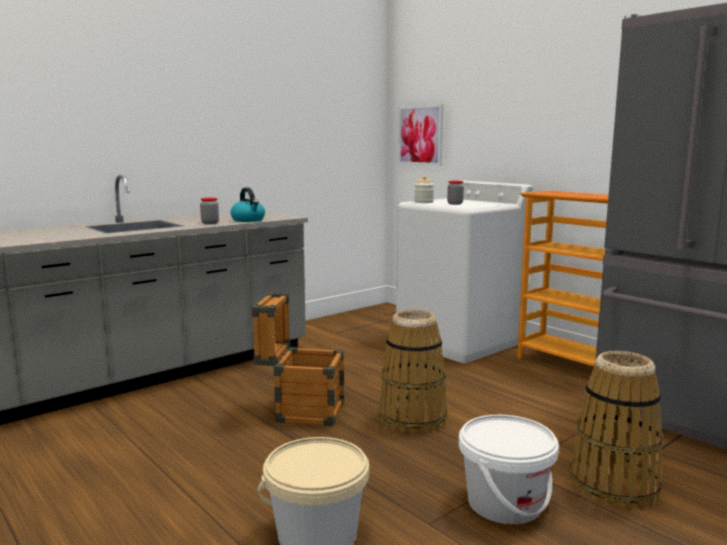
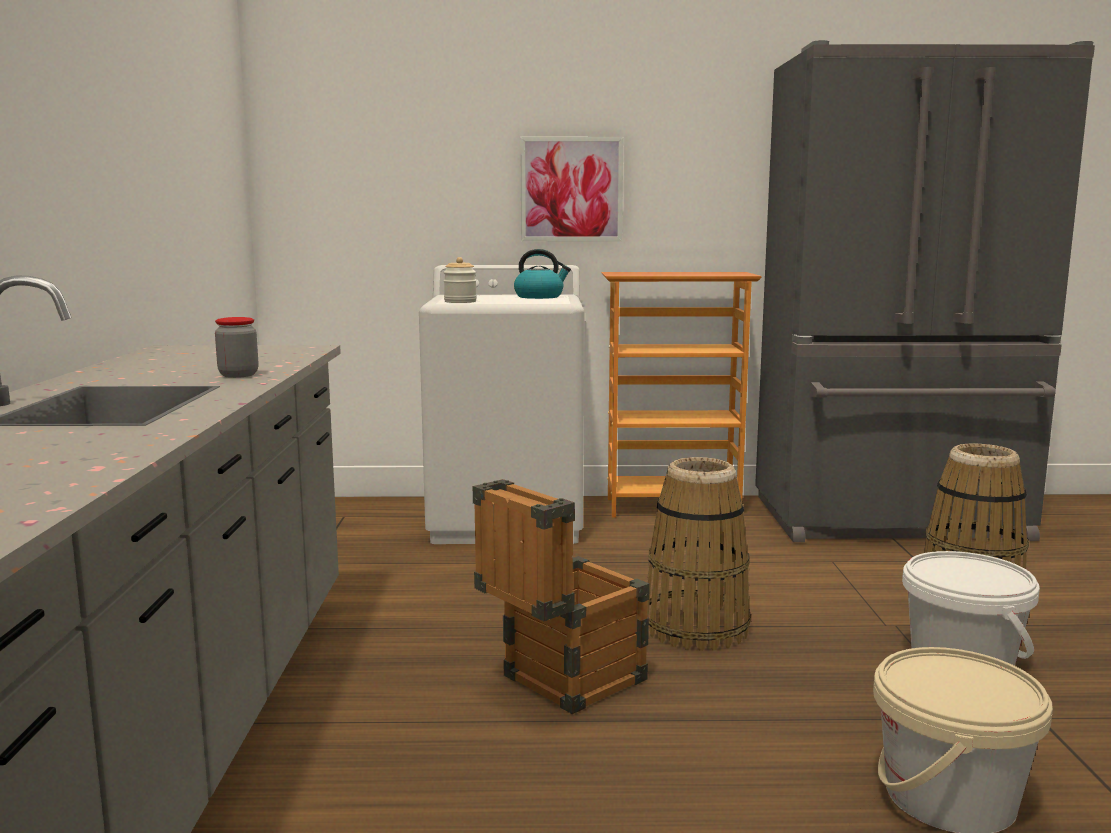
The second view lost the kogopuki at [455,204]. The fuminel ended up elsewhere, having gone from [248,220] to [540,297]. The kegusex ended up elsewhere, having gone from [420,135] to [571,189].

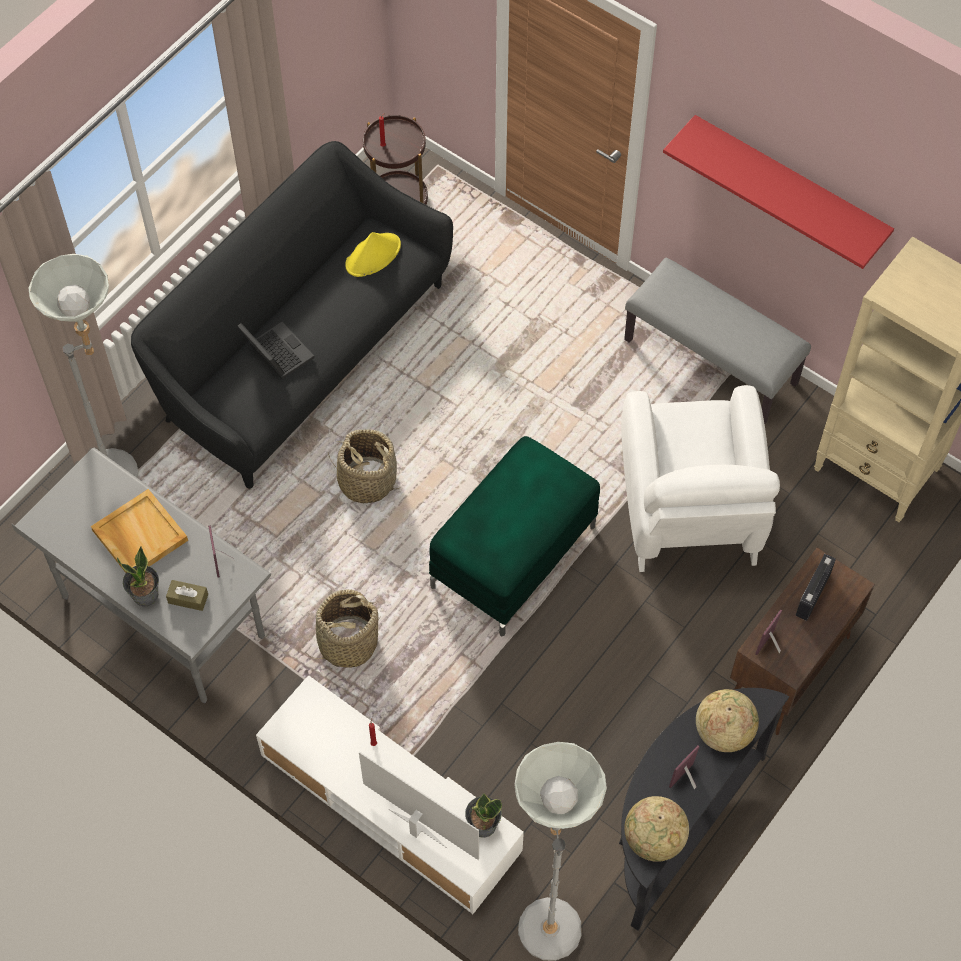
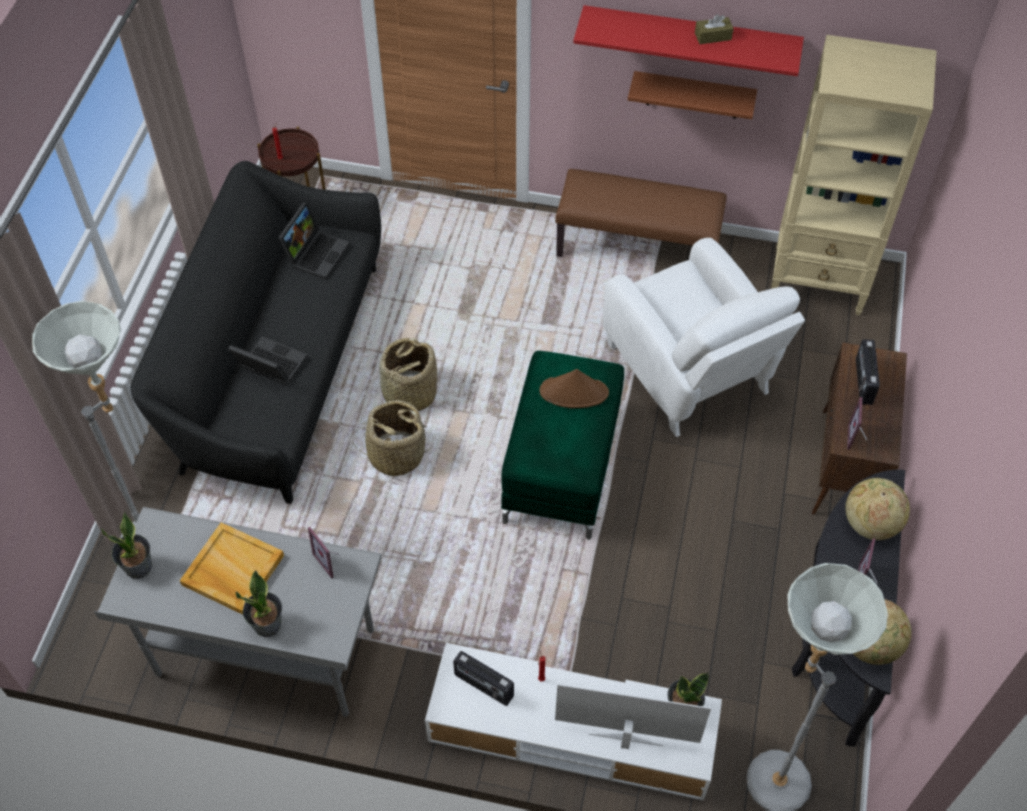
The second view gained the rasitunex at [139,567]. The second view gained the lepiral at [483,686]. The second view gained the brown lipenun at [574,392]. The second view gained the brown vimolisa at [693,95]. The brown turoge ended up elsewhere, having gone from [188,598] to [713,36]. The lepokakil ended up elsewhere, having gone from [347,642] to [409,393]. Where the yellow lipenun stood at [373,255], the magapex came to stand at [316,252]. What was the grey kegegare at [712,361] turned into the brown kegegare at [637,247].

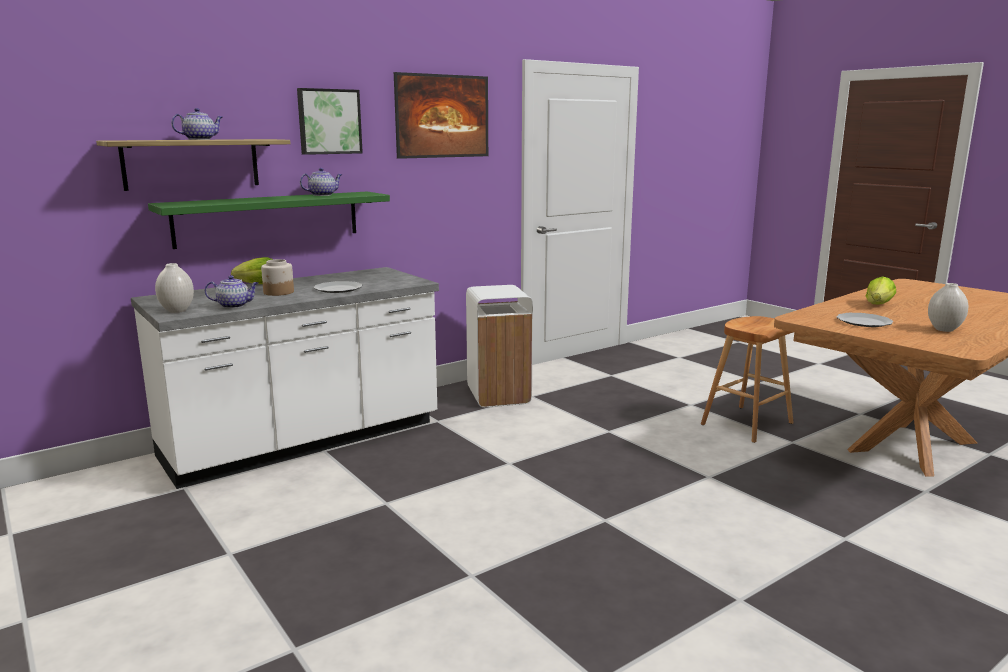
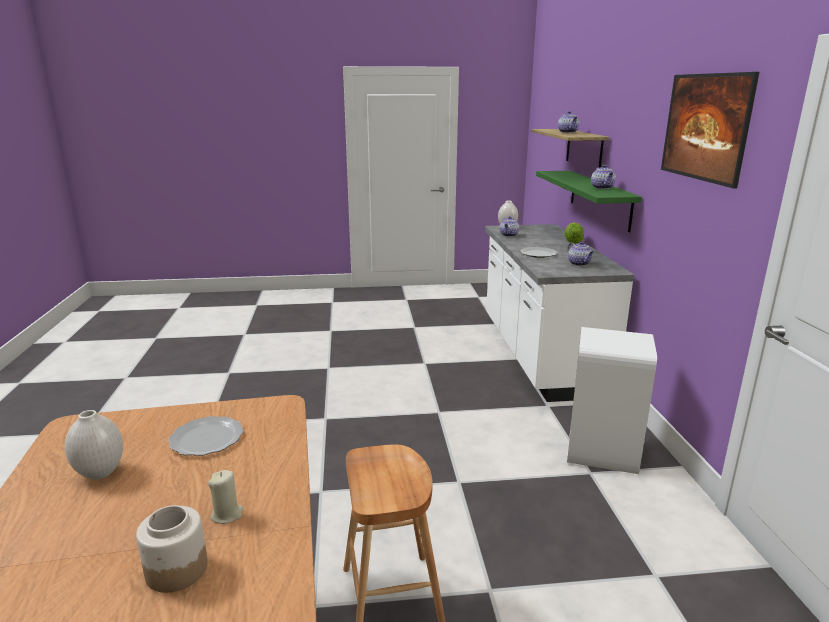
The second view lost the kegusex at [329,121]. The second view gained the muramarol at [579,264]. The kogopuki ended up elsewhere, having gone from [278,292] to [176,569]. Where the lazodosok stood at [878,305], the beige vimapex came to stand at [227,514].

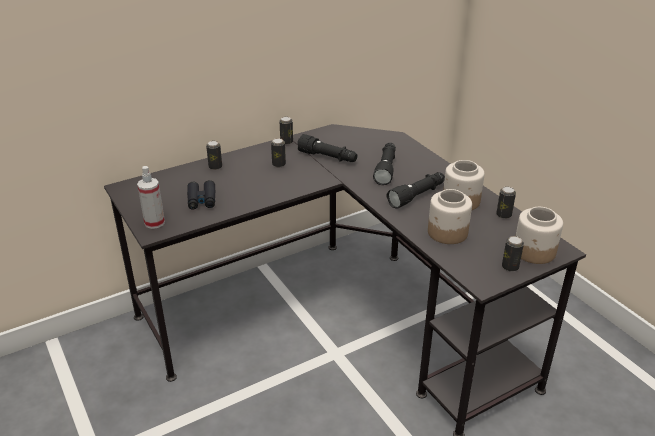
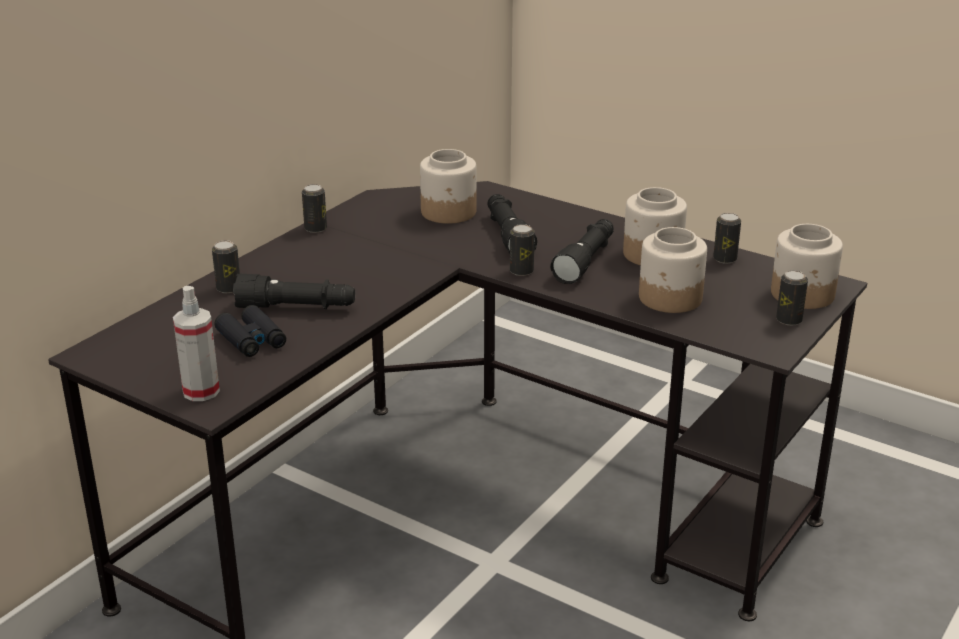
The second view gained the kogopuki at [449,212]. The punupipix ended up elsewhere, having gone from [279,164] to [521,271]. The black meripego ended up elsewhere, having gone from [328,157] to [296,308].

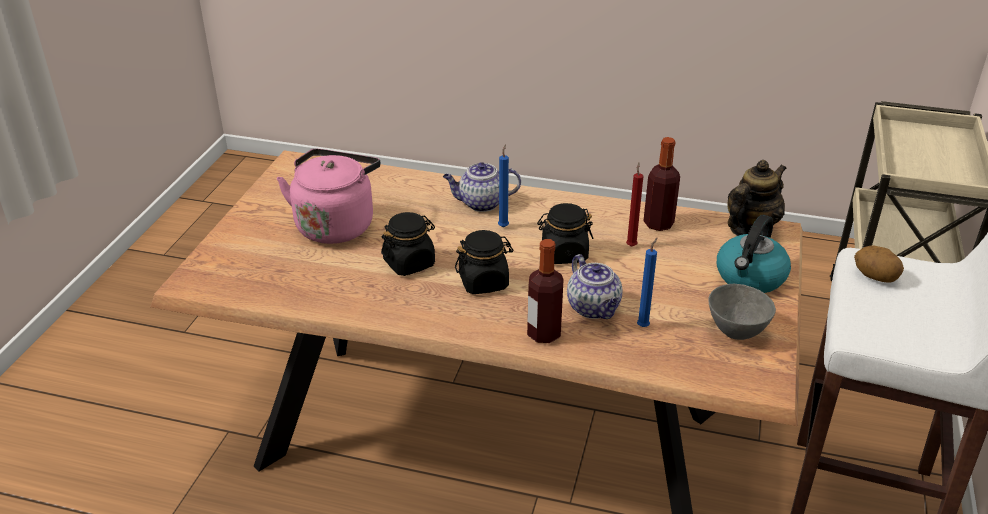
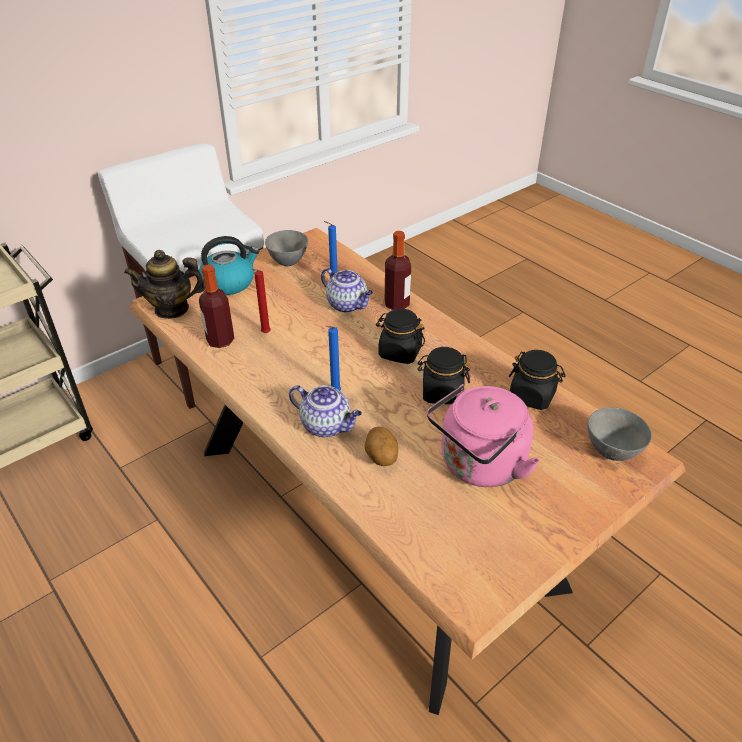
The second view gained the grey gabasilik at [612,452]. The black kogopuki ended up elsewhere, having gone from [564,254] to [532,396]. The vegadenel ended up elsewhere, having gone from [875,277] to [381,458]. The muramarol at [594,308] ended up facing another way, 120 degrees clockwise from before.

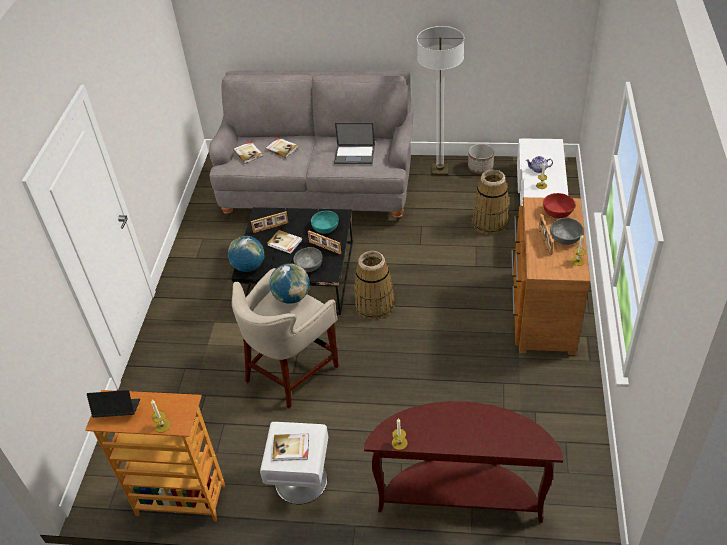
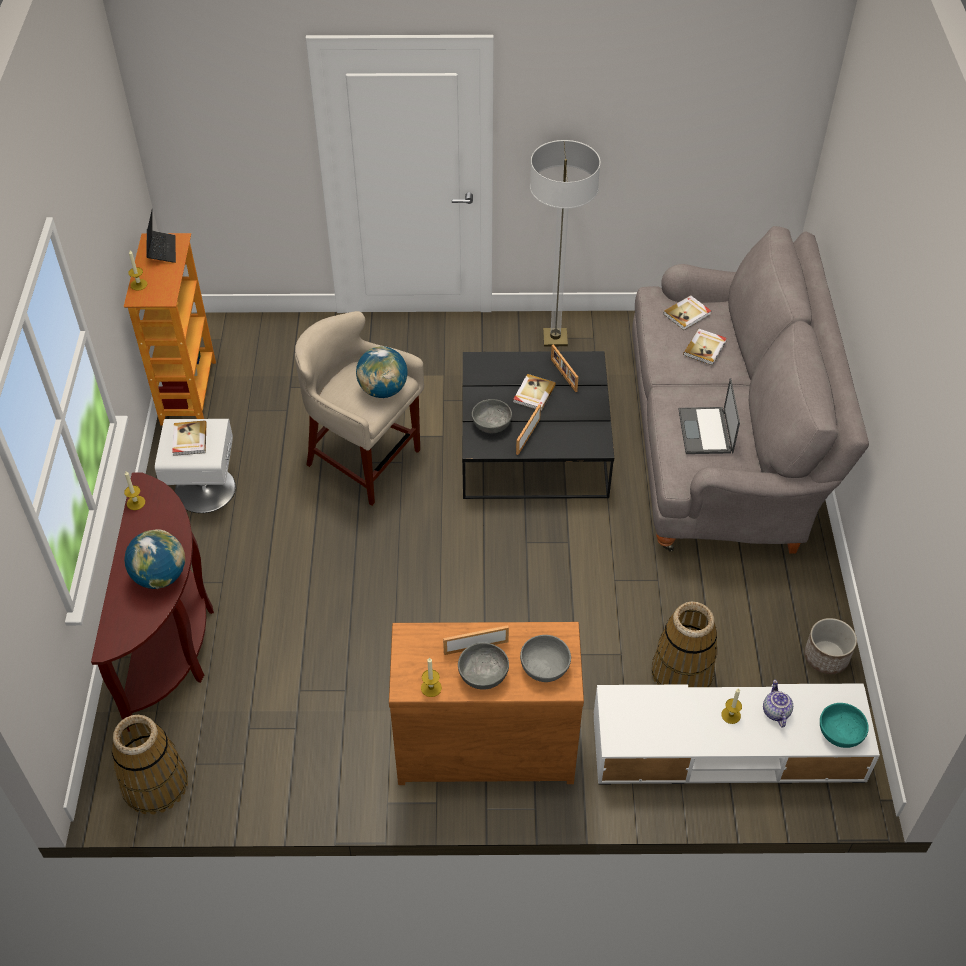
The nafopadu ended up elsewhere, having gone from [249,267] to [160,576]. The turquoise gabasilik ended up elsewhere, having gone from [325,228] to [840,732]. The lepokakil ended up elsewhere, having gone from [374,305] to [155,784]. The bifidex ended up elsewhere, having gone from [440,170] to [555,338]. What was the red gabasilik at [557,212] turned into the grey gabasilik at [545,666].

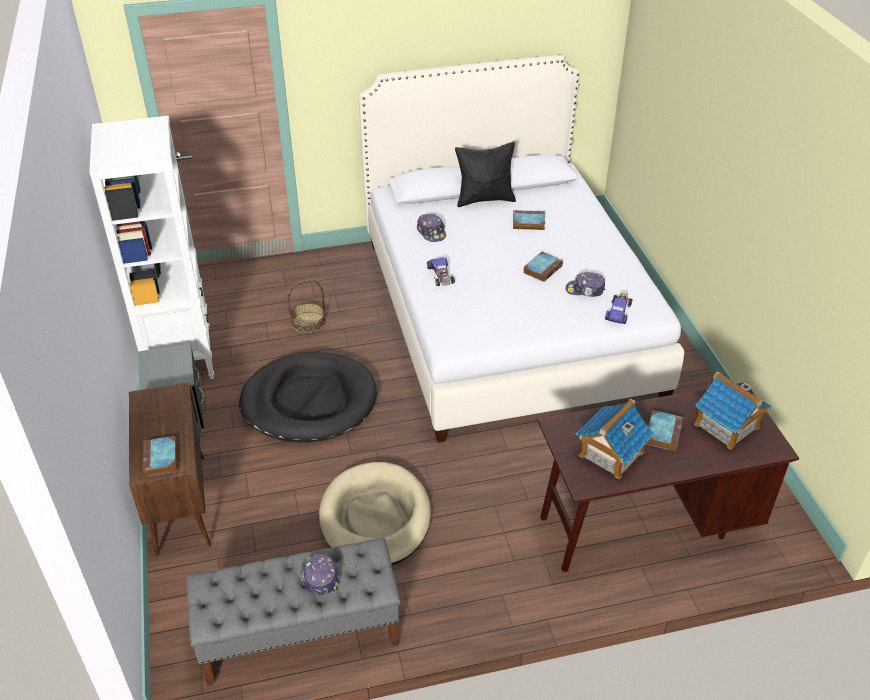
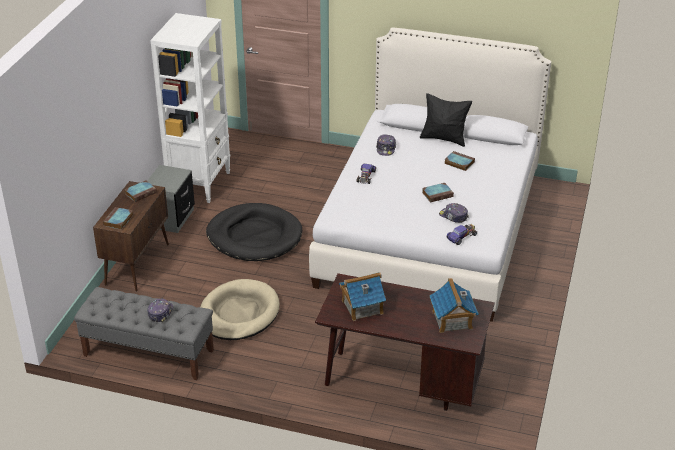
The second view lost the lepokakil at [308,322]. The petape ended up elsewhere, having gone from [663,432] to [141,193].

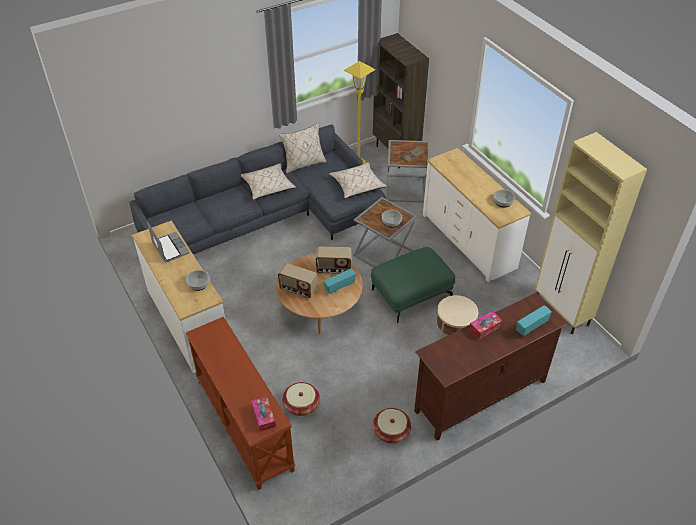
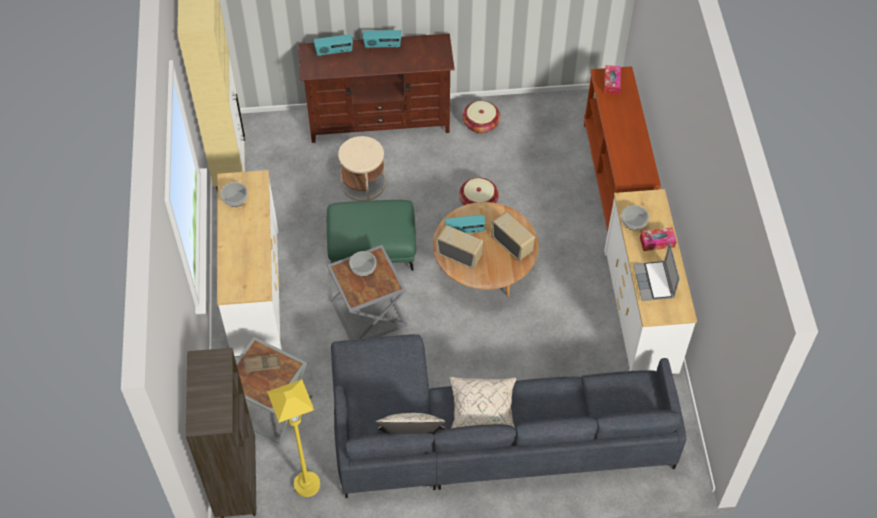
The second view lost the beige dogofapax at [357,185]. The second view gained the lepiral at [382,46]. The lepokakil ended up elsewhere, having gone from [301,405] to [478,201]. The turoge ended up elsewhere, having gone from [485,328] to [657,242].

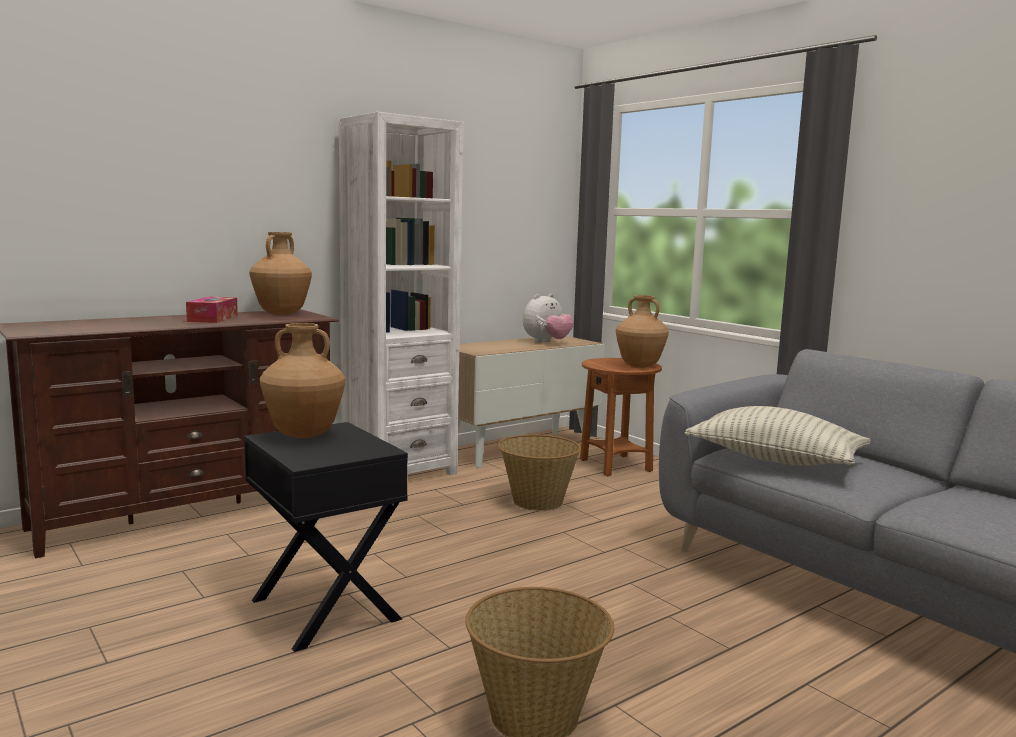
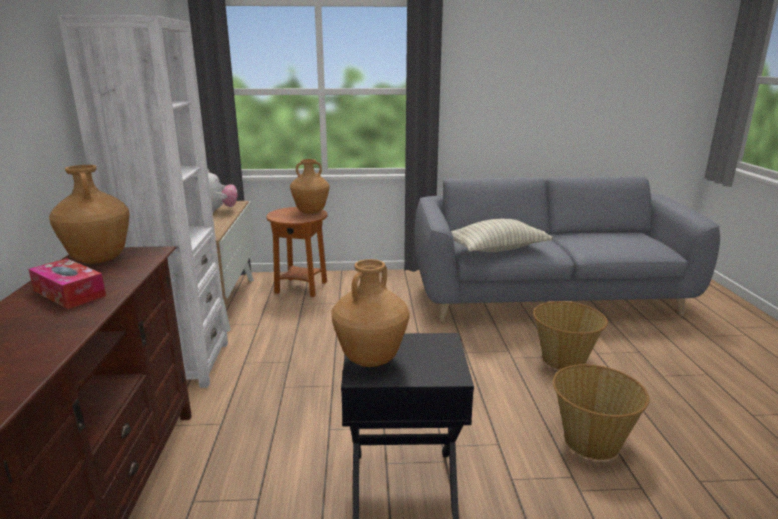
The lepokakil ended up elsewhere, having gone from [536,502] to [564,360].

